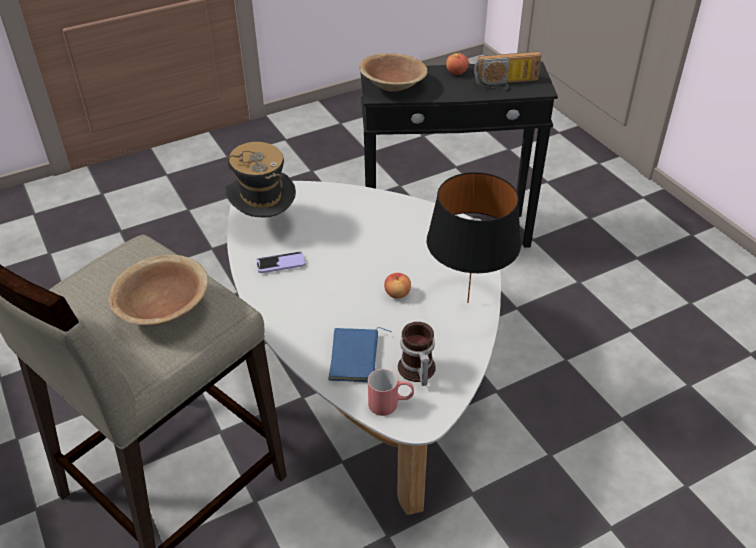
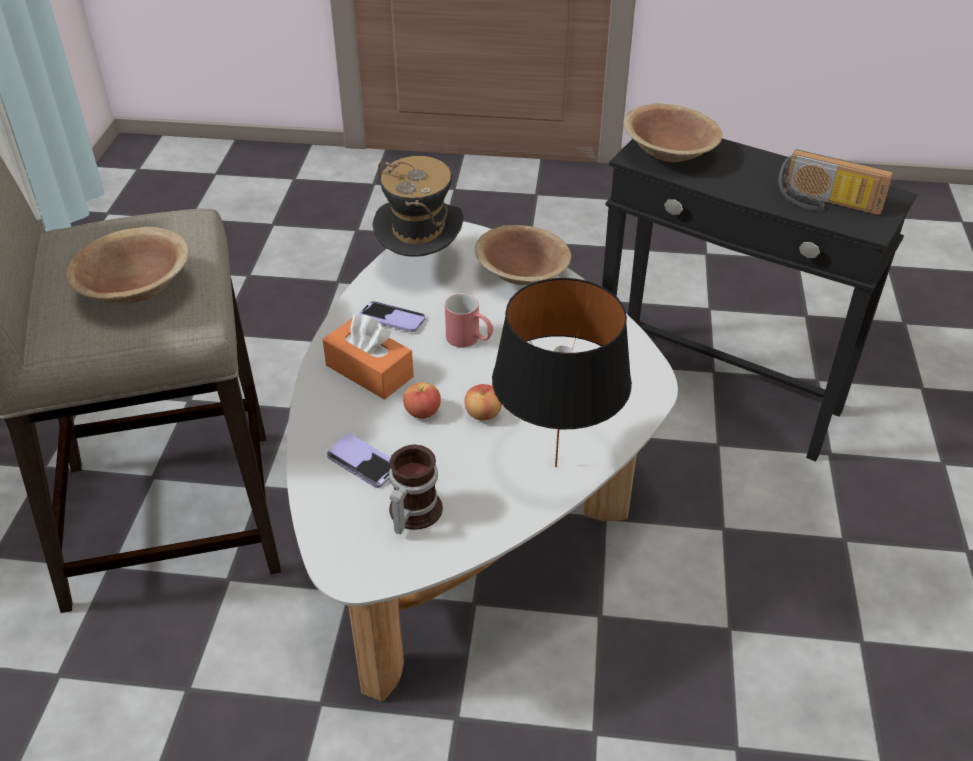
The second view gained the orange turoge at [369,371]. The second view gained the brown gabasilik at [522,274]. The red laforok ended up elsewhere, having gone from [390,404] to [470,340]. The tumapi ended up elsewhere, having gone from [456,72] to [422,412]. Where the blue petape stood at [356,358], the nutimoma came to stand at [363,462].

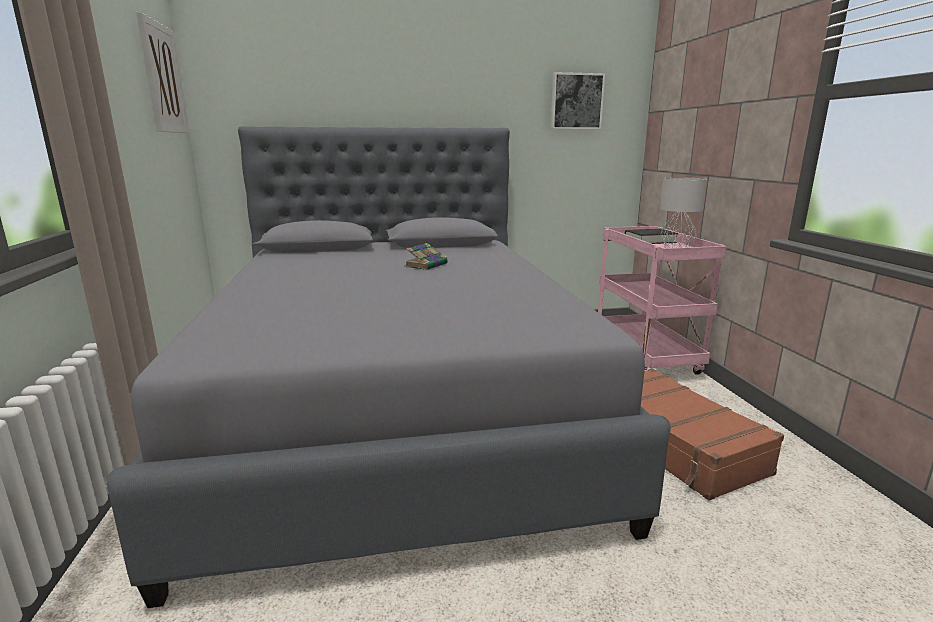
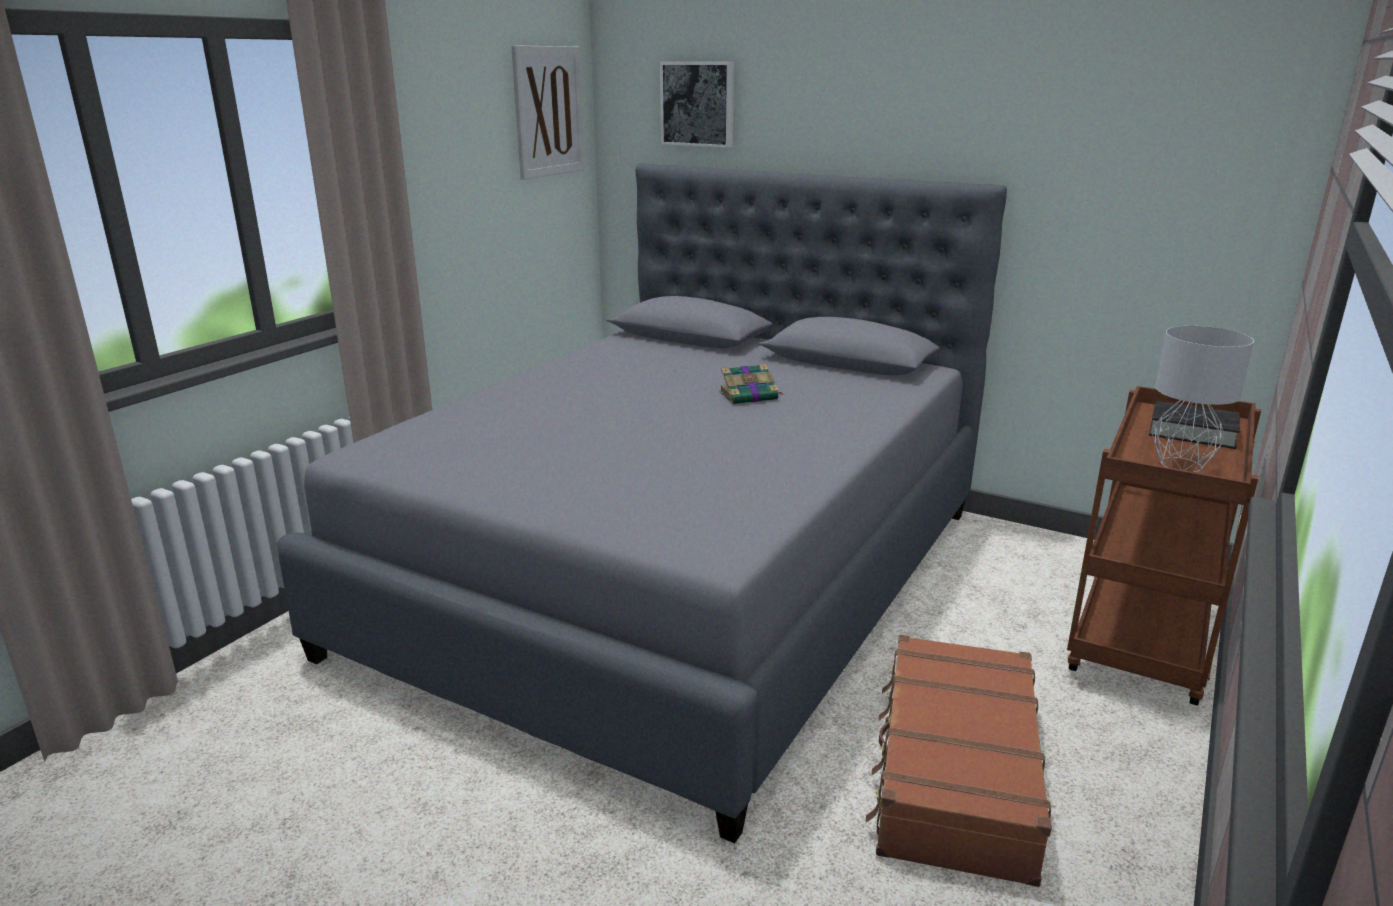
The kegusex ended up elsewhere, having gone from [576,101] to [698,104]. What was the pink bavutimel at [647,358] turned into the brown bavutimel at [1142,643].

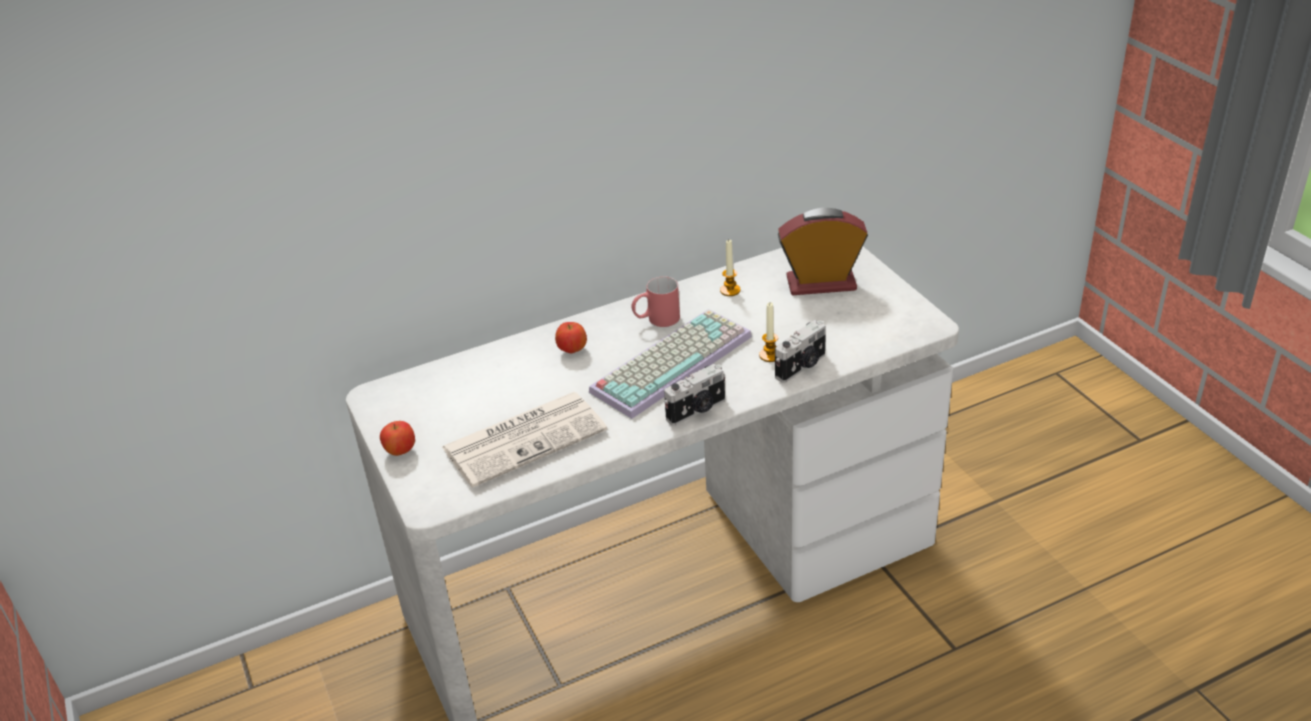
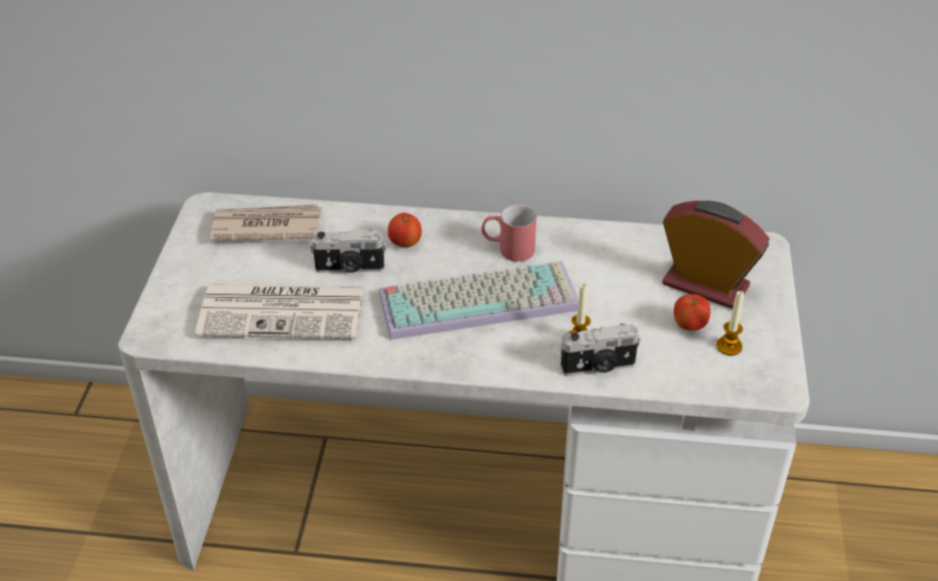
The second view gained the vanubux at [265,227]. The tumapi ended up elsewhere, having gone from [400,451] to [689,326]. The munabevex ended up elsewhere, having gone from [697,410] to [350,268]. The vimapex ended up elsewhere, having gone from [730,290] to [729,346].

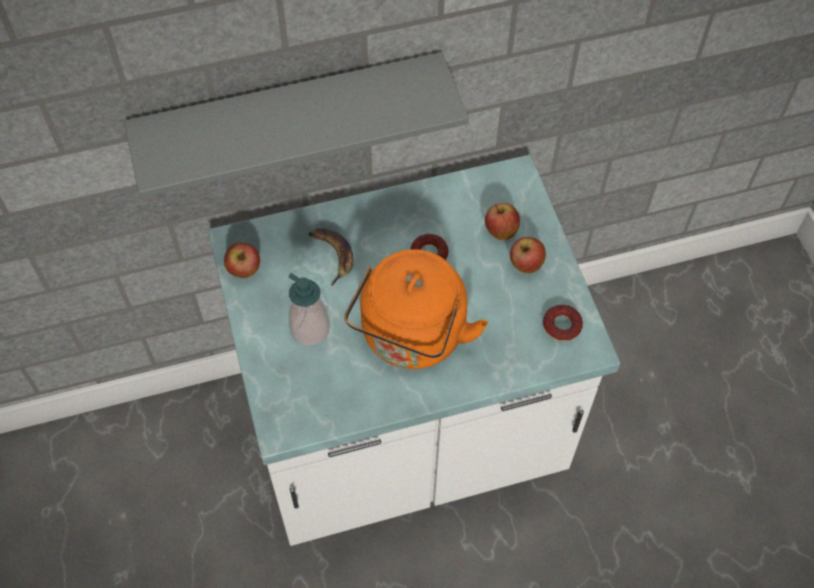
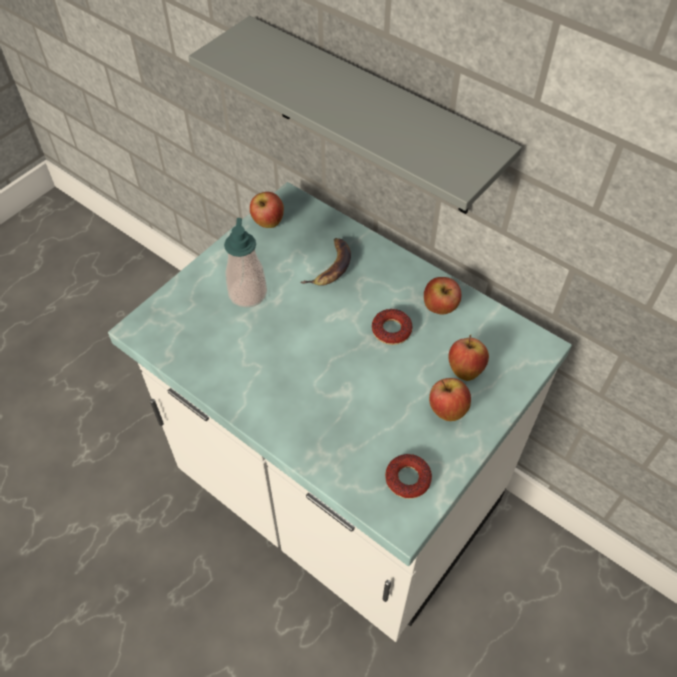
The second view lost the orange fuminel at [411,338]. The second view gained the tumapi at [440,308].

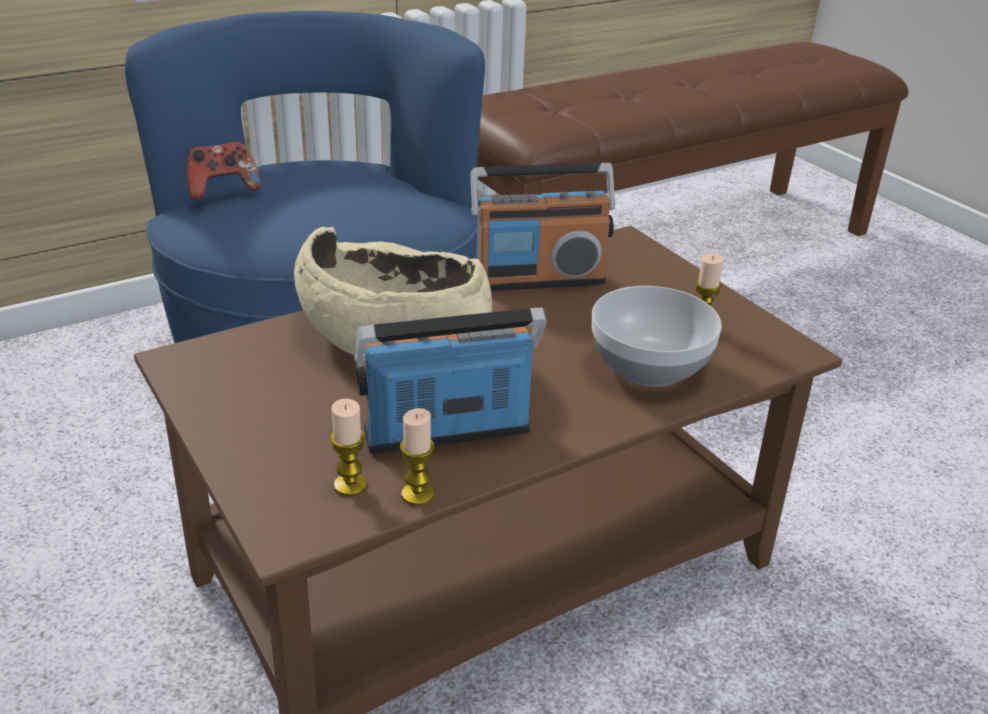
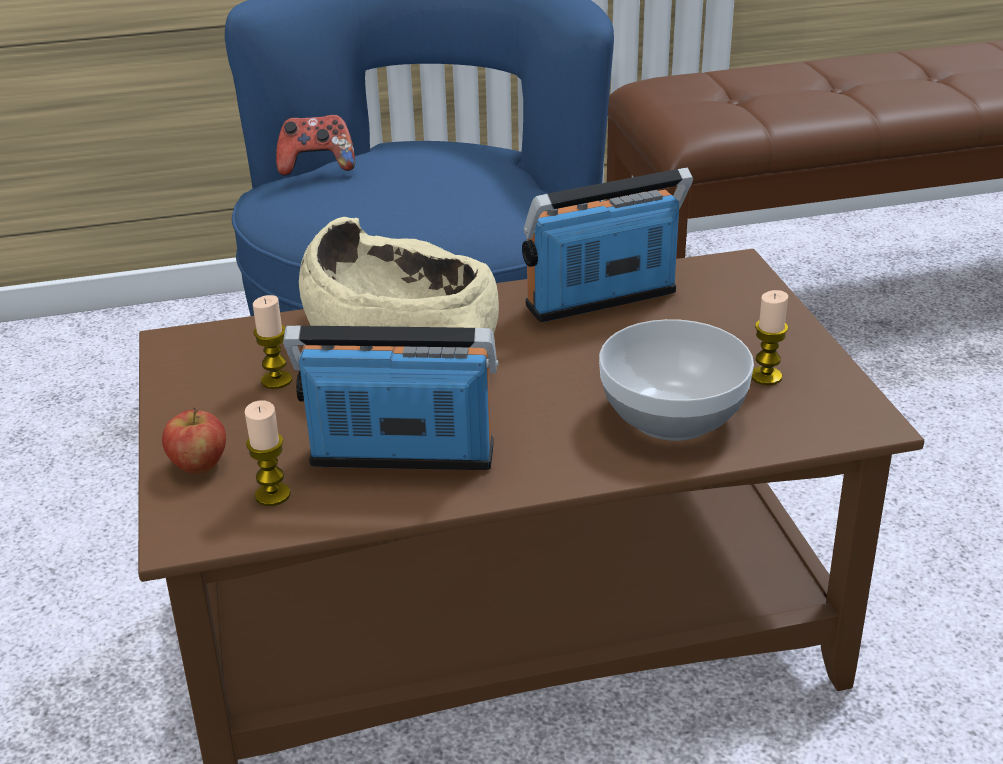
The second view gained the tumapi at [198,465]. The vimapex ended up elsewhere, having gone from [417,494] to [276,380]. The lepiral at [539,279] ended up facing another way, 150 degrees clockwise from before.

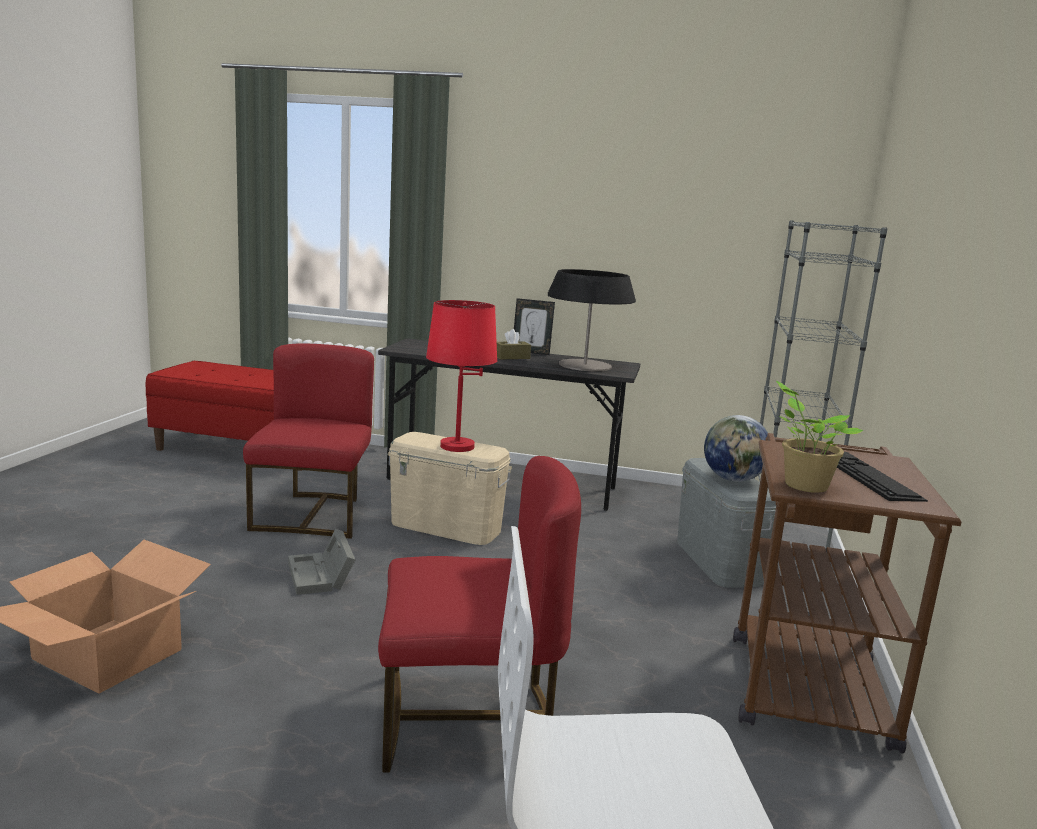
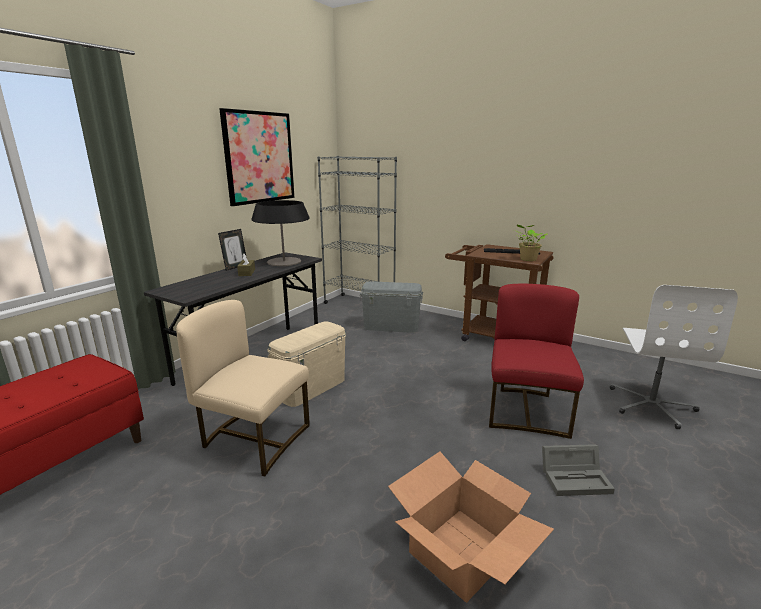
The second view lost the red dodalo at [457,447]. The second view lost the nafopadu at [733,479]. The second view gained the kegusex at [259,157]. The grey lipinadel ended up elsewhere, having gone from [321,576] to [576,478]. What was the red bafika at [313,515] turned into the beige bafika at [253,439].

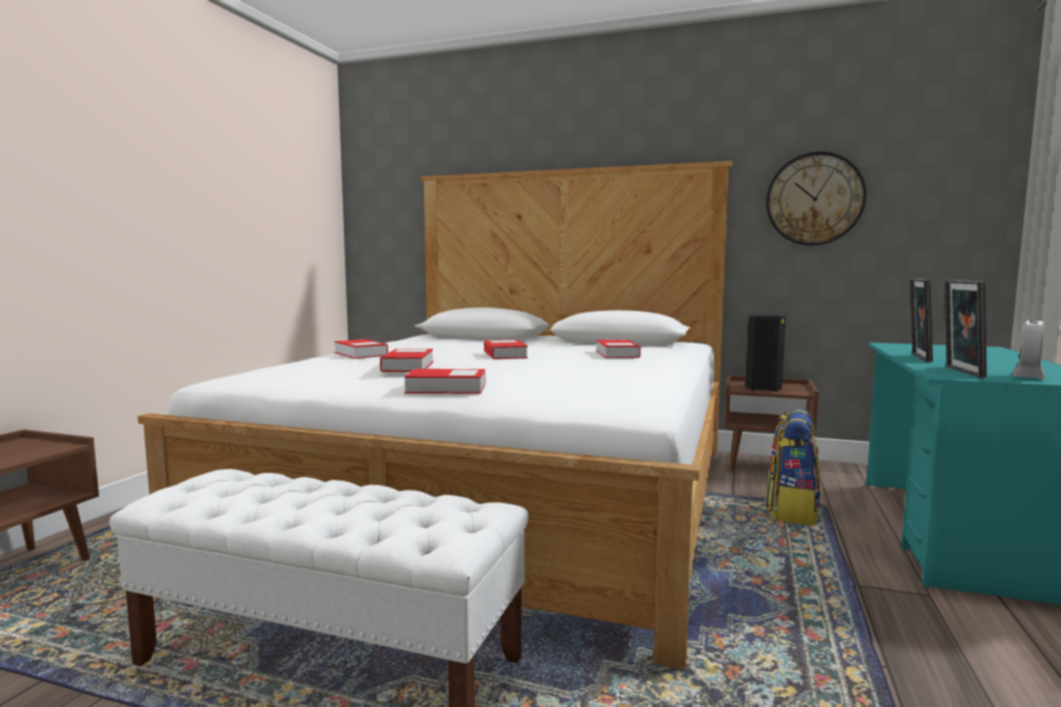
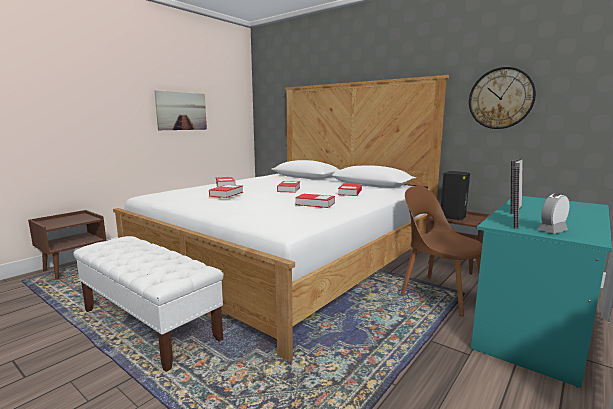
The second view gained the kegusex at [181,111]. The petape ended up elsewhere, having gone from [446,388] to [315,204]. Where the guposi stood at [792,511], the brown bafika came to stand at [439,293].

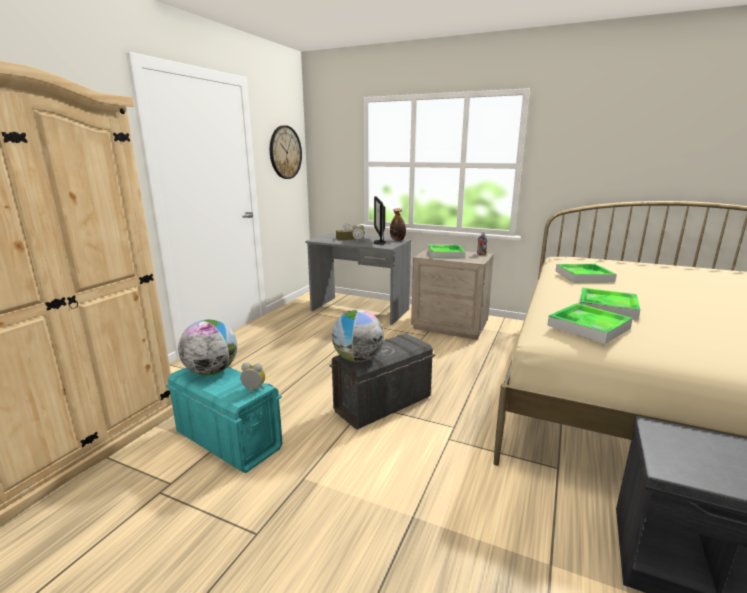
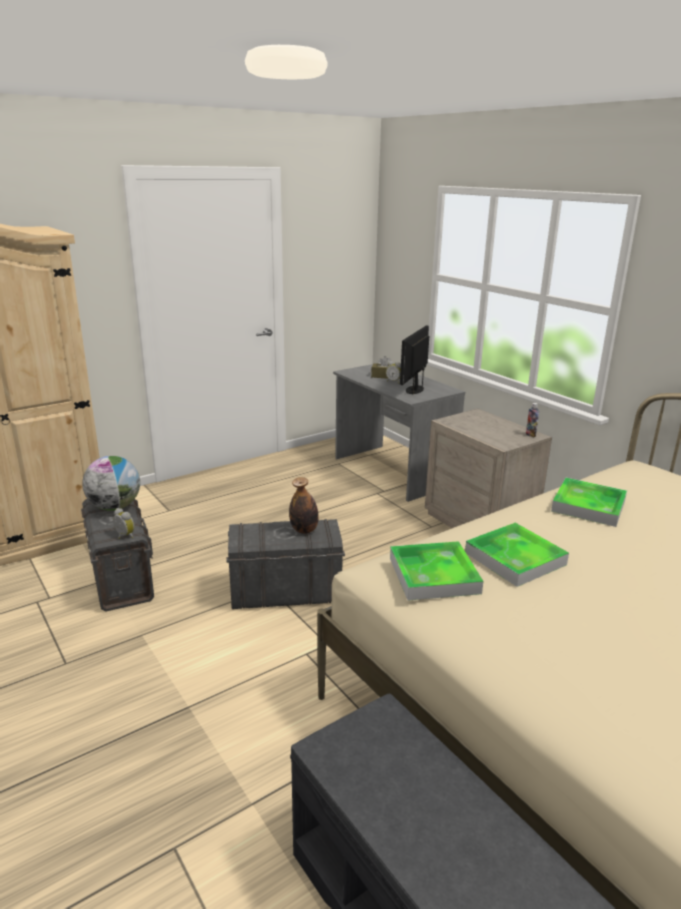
The second view lost the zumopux at [285,152]. The second view lost the nafopadu at [358,359]. The second view lost the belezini at [445,254]. The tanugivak ended up elsewhere, having gone from [397,240] to [304,530]. What was the turquoise lipinadel at [228,440] turned into the grey lipinadel at [121,577].

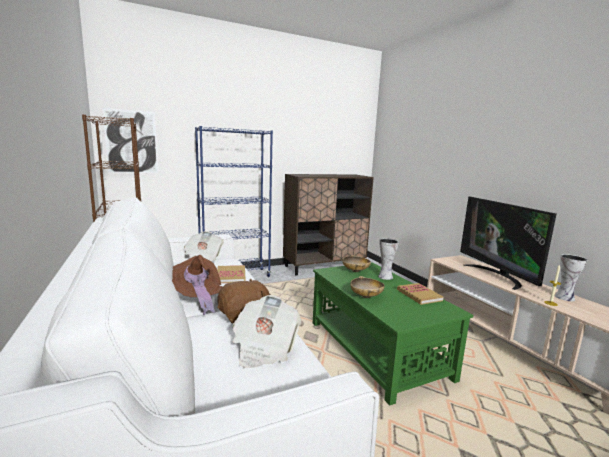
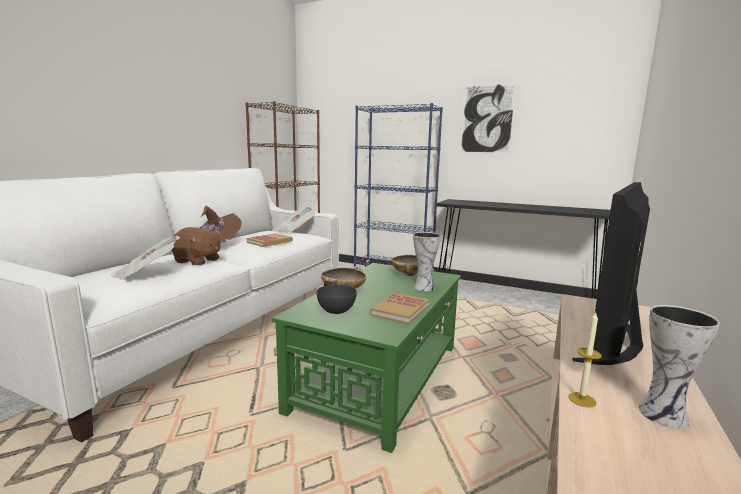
The second view gained the grey gabasilik at [336,311]. The kegusex ended up elsewhere, having gone from [131,142] to [487,119]. Where the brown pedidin stood at [324,266], the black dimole came to stand at [513,295].

